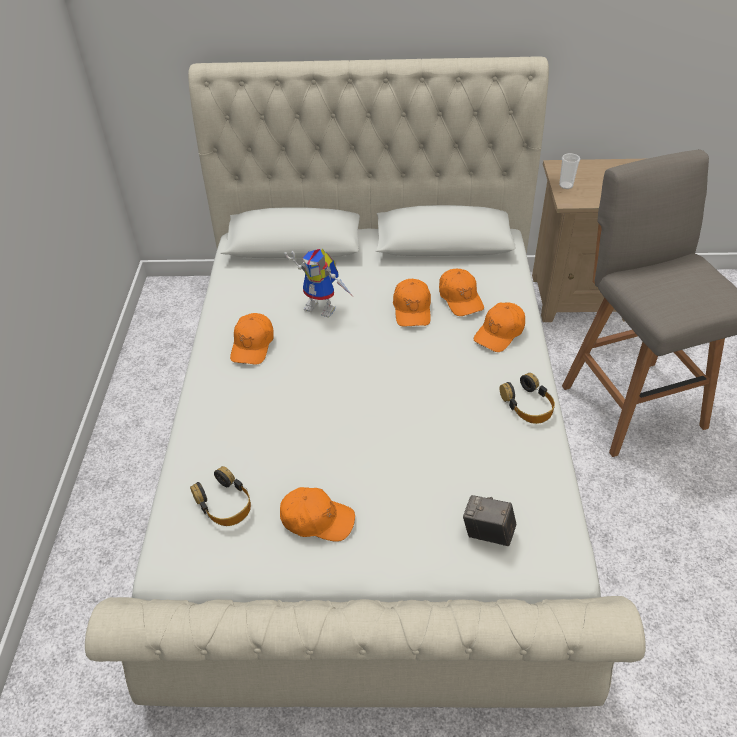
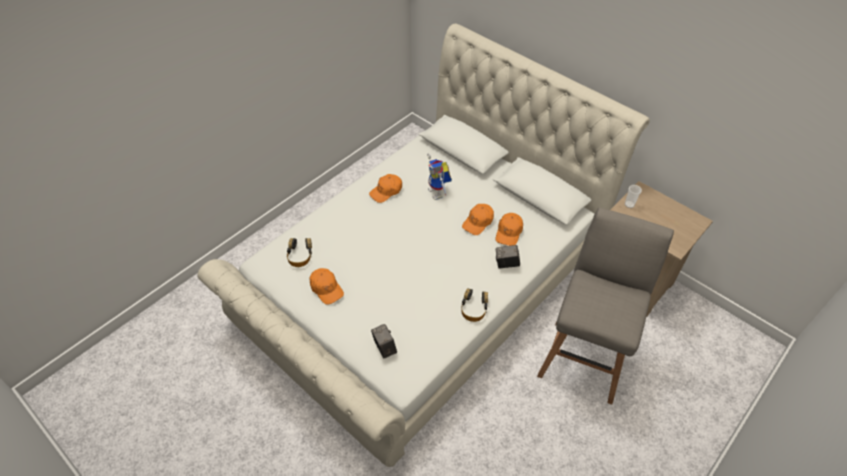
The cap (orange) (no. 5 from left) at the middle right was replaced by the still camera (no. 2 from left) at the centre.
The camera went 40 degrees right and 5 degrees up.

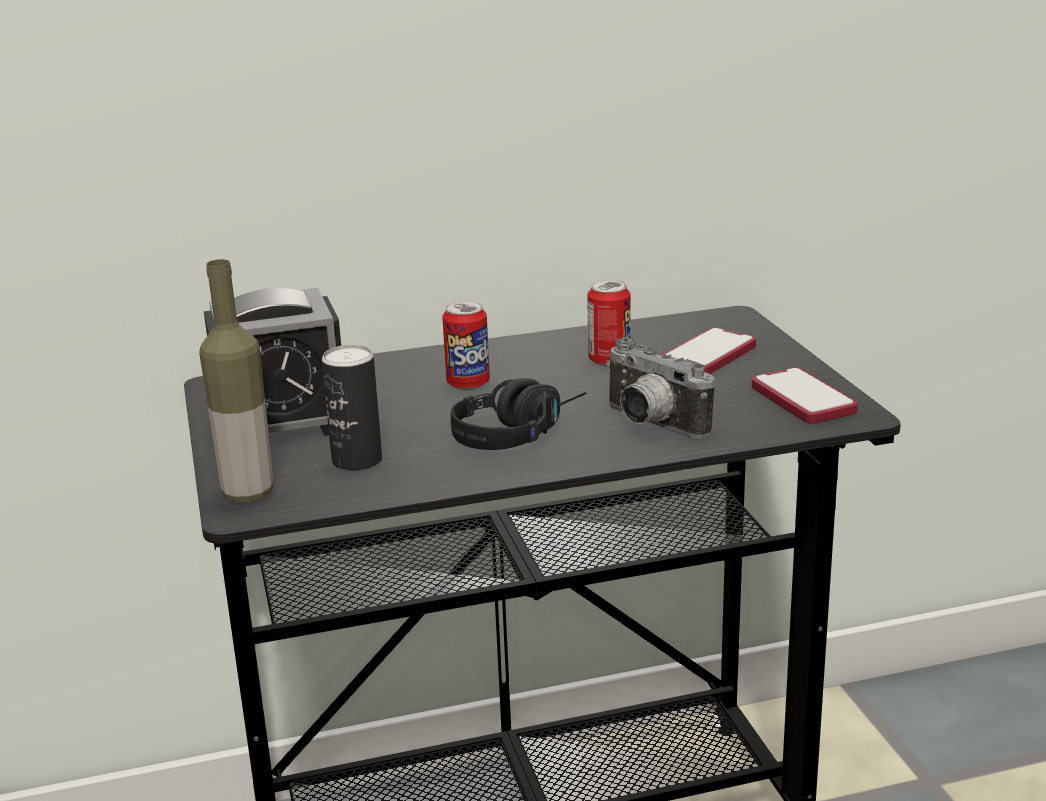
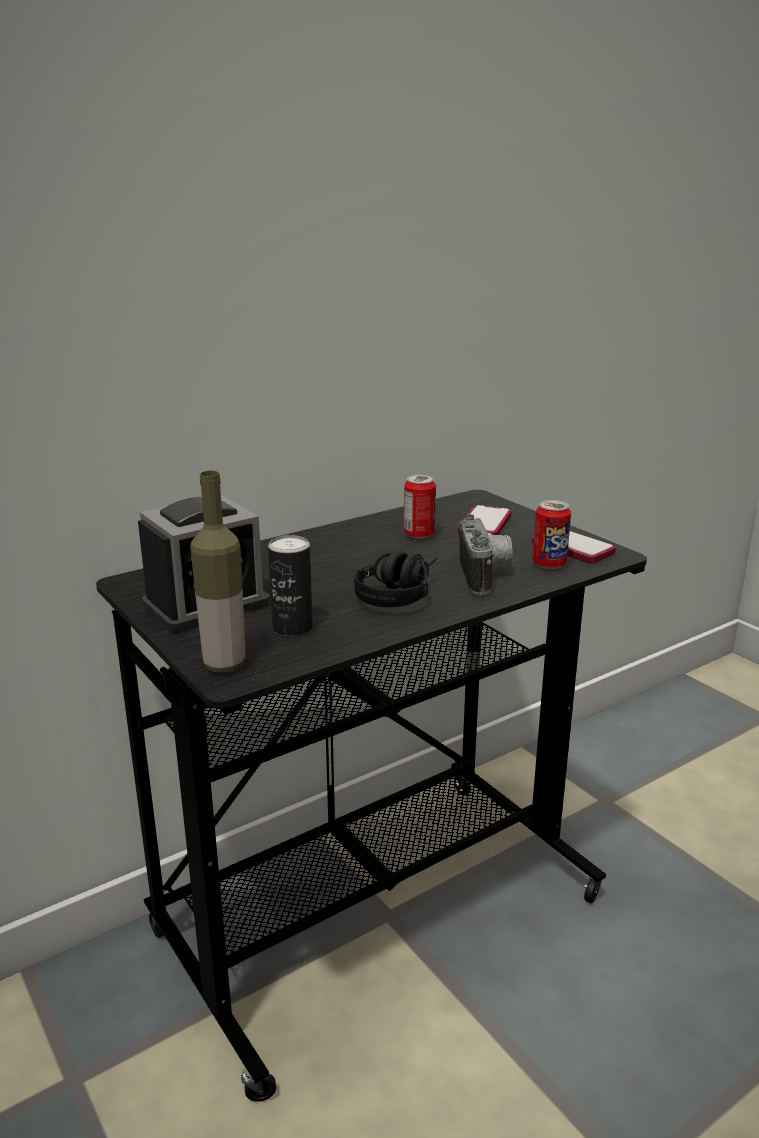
The sealed can (no. 2 from left in the first image) moved from the centre to the middle right.
The still camera at the centre turned 120 degrees counterclockwise.
The camera went 20 degrees left and 0 degrees up.

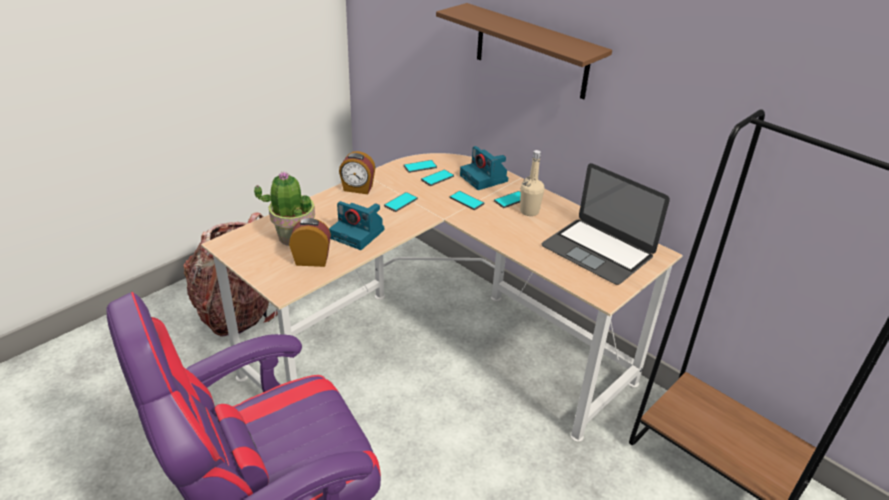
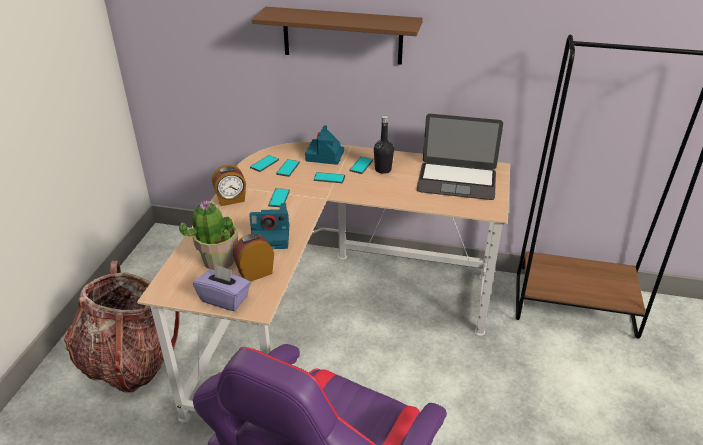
The still camera (no. 2 from left) at the centre turned 75 degrees clockwise.
The beverage bottle (beige) at the centre became the beverage bottle (black) at the top centre.
The tissue holder (purplish) at the middle left appeared.
The camera went 30 degrees left and 0 degrees up.

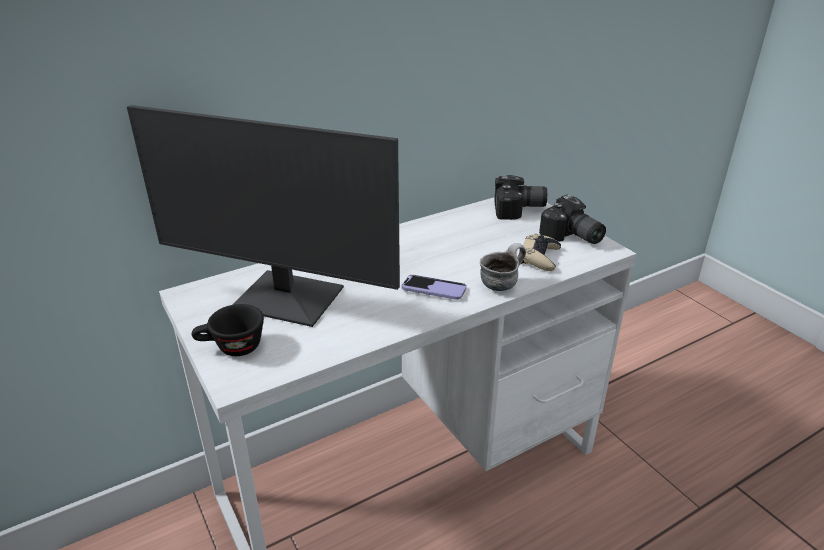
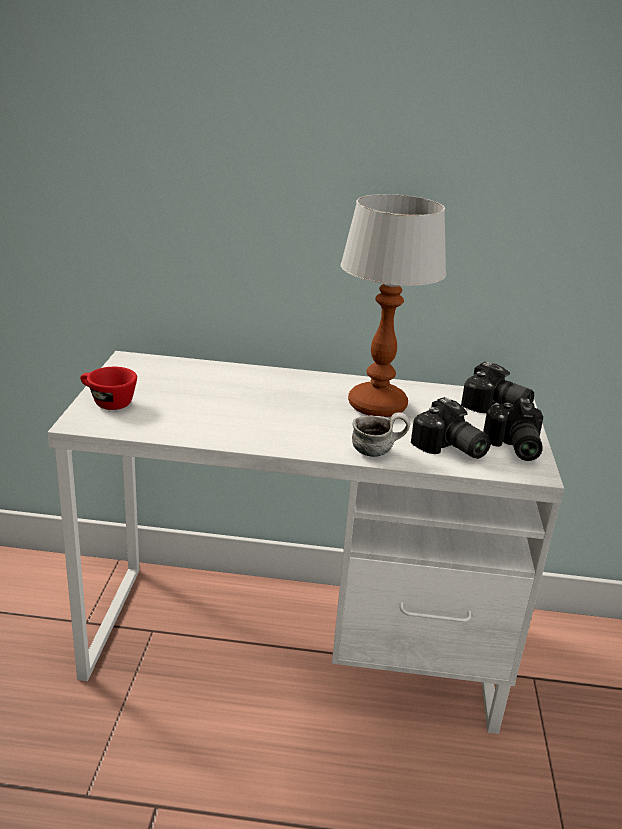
The monitor at the middle left disappeared.
The game controller (beige) at the centre was replaced by the still camera (no. 1 from left) at the middle right.
The phone at the centre disappeared.
The drinking cup (black) at the middle left became the drinking cup (red-coloured) at the middle left.
The lamp for a table at the centre appeared.
The camera went 35 degrees right and 5 degrees down.

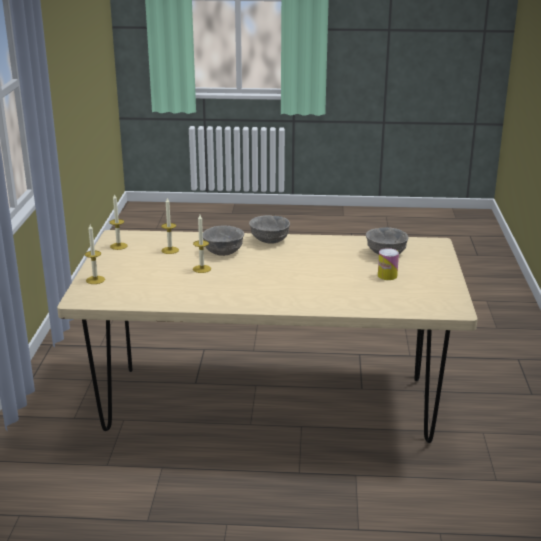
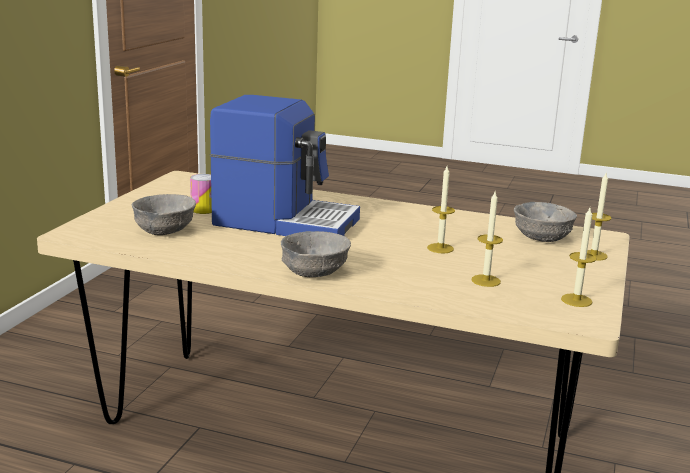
The serving bowl (grey) (no. 1 from left in the first image) moved from the centre to the middle right.
The coffee maker at the centre appeared.
The camera went 165 degrees left and 5 degrees down.

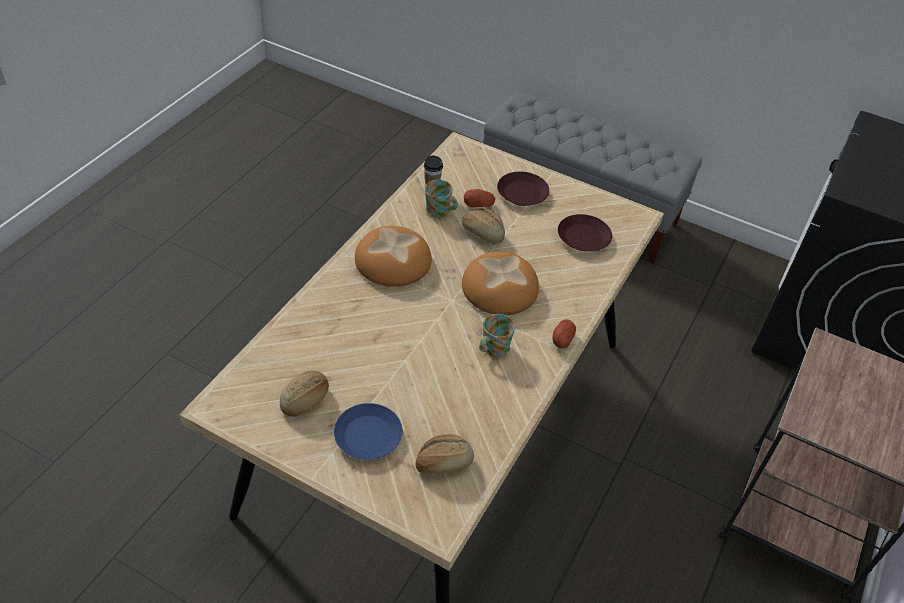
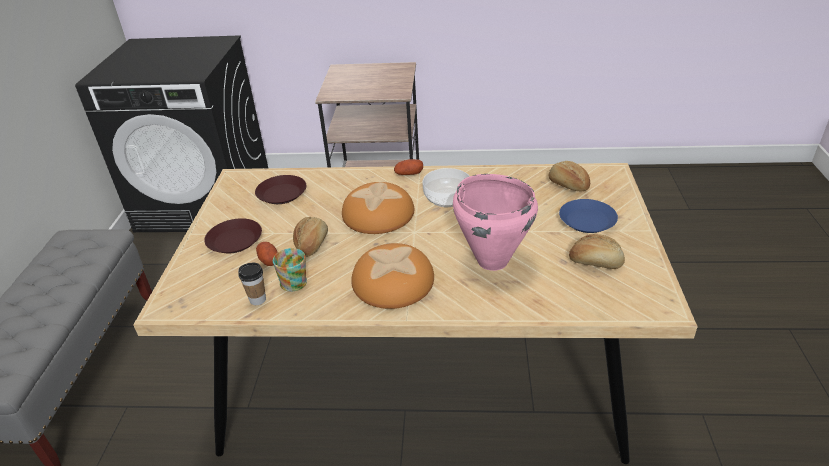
The coffee mug (no. 2 from left) at the centre was replaced by the serving bowl at the centre.
The cooking pot (pink-coloured) at the centre appeared.
The camera went 110 degrees left and 10 degrees down.

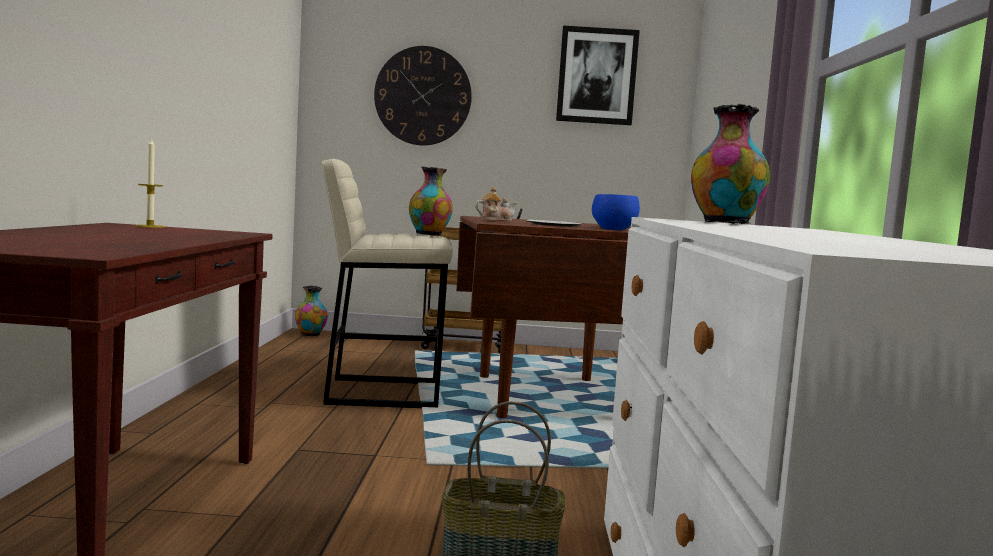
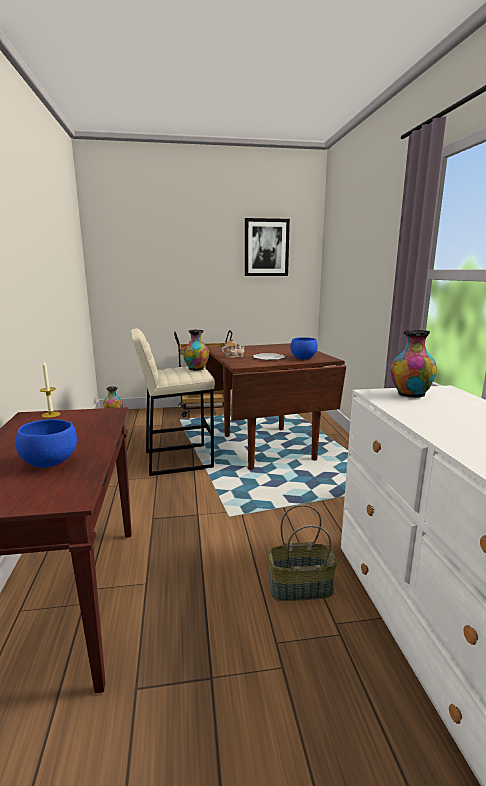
The clock on the wall at the top centre disappeared.
The serving bowl (blue) (no. 1 from left) at the middle left appeared.
The camera went 10 degrees left and 10 degrees up.

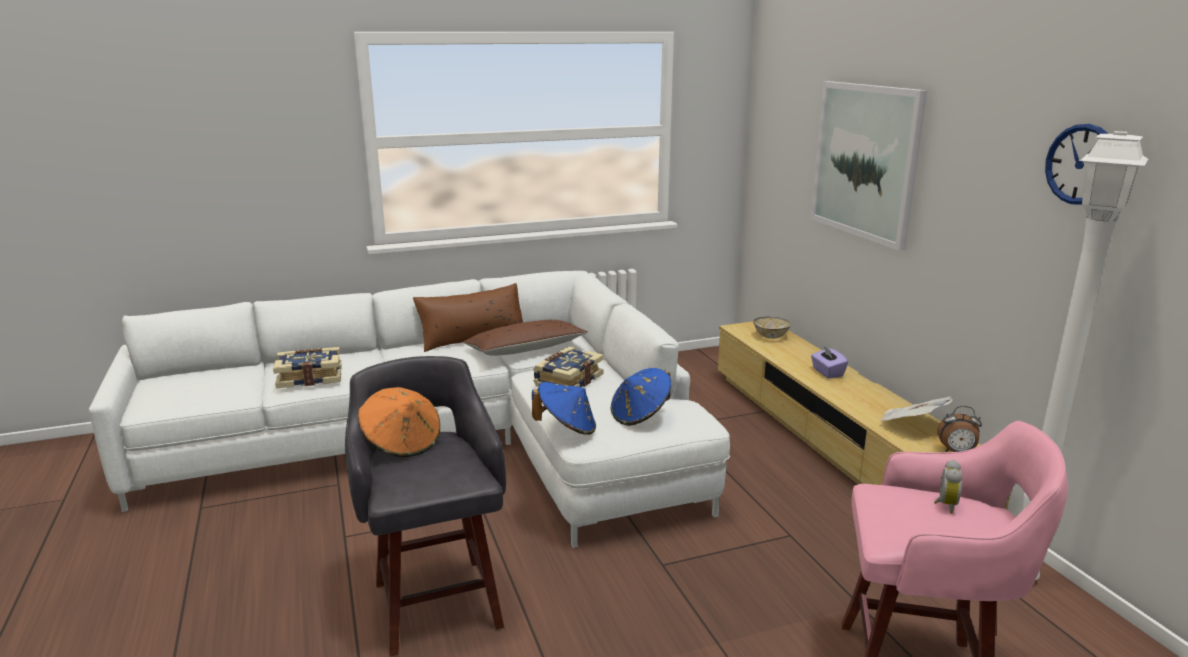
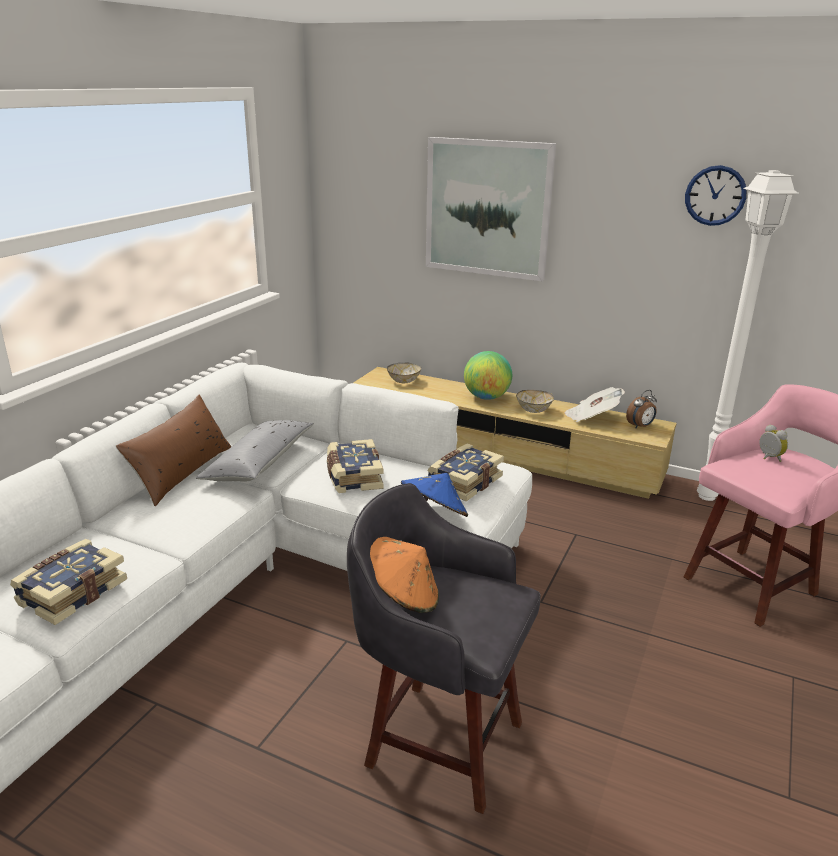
The throw pillow (brown) (no. 2 from left) at the centre became the throw pillow (grey) at the middle left.
The tissue holder (purplish) at the middle right was replaced by the desk globe at the centre.
The clothing hat (blue) (no. 2 from left) at the centre was replaced by the book (no. 3 from left) at the centre.
The serving bowl (no. 2 from left) at the centre appeared.
The camera went 45 degrees left and 5 degrees up.

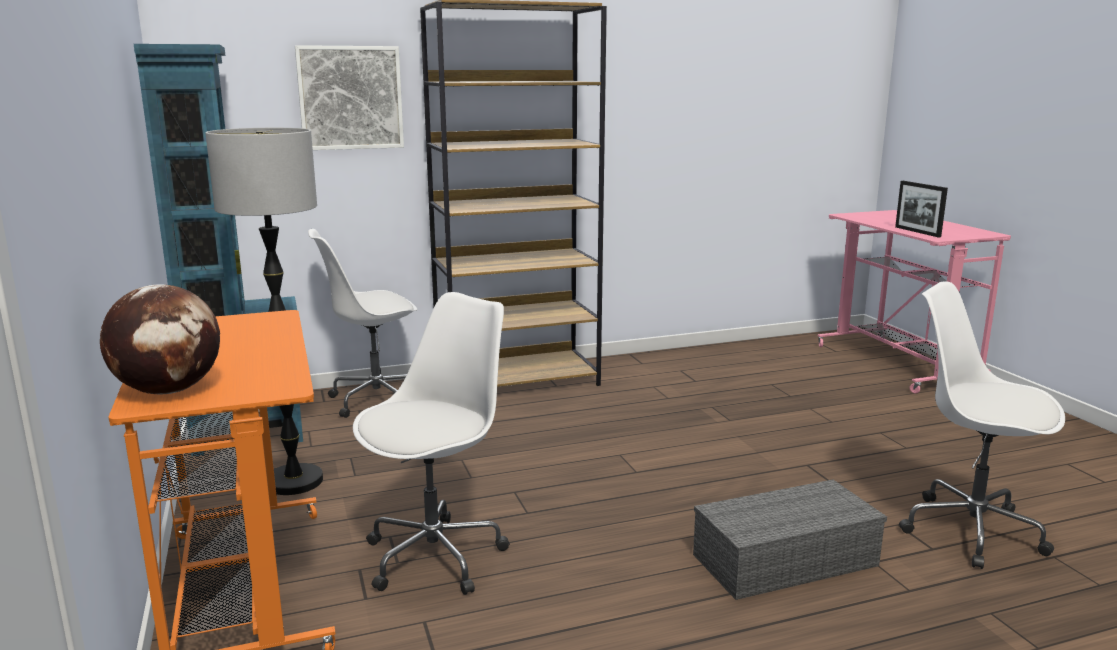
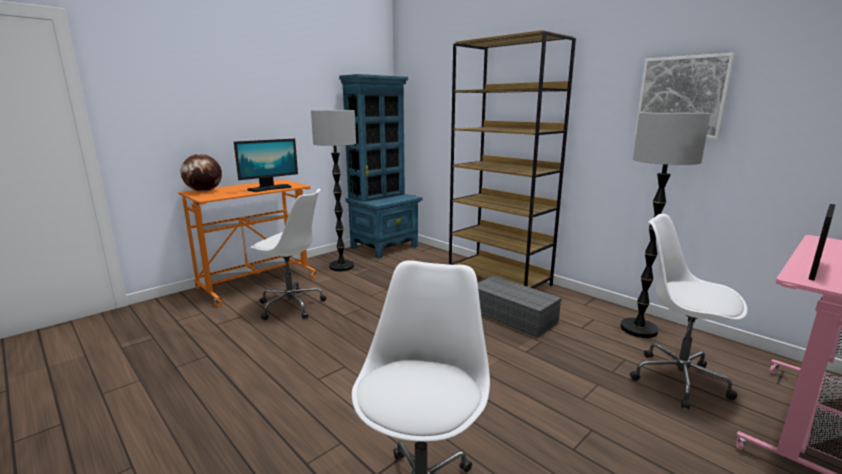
The wall art moved from the top left to the top right.
The office chair (whitish) (no. 1 from left in the first image) moved from the middle left to the middle right.
The storage container (grey) moved from the bottom right to the centre.
The standing lamp (no. 2 from left) at the middle right appeared.
The monitor at the middle left appeared.
The camera went 65 degrees right and 0 degrees up.

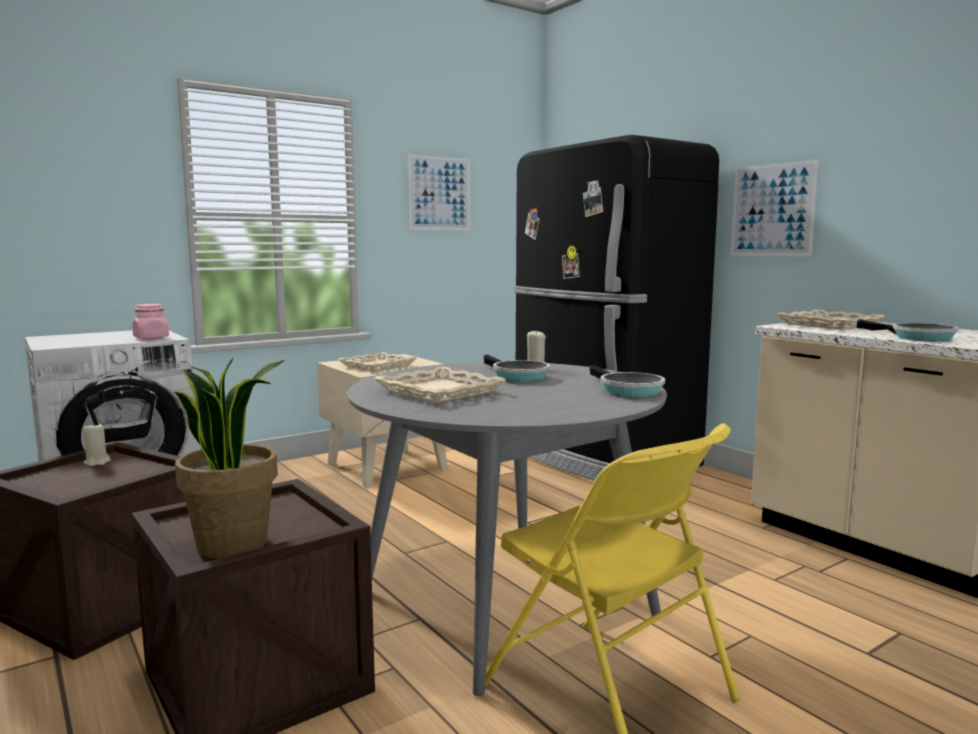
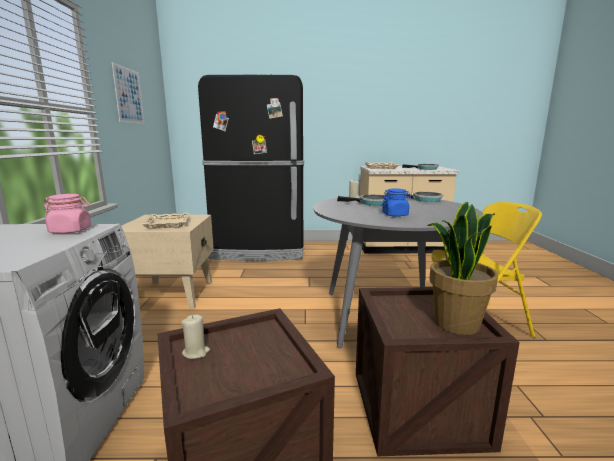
The wall art (no. 2 from left) at the top right disappeared.
The serving tray (beige) (no. 2 from left) at the centre was replaced by the jar (blue) at the centre.
The camera went 55 degrees left and 5 degrees up.

